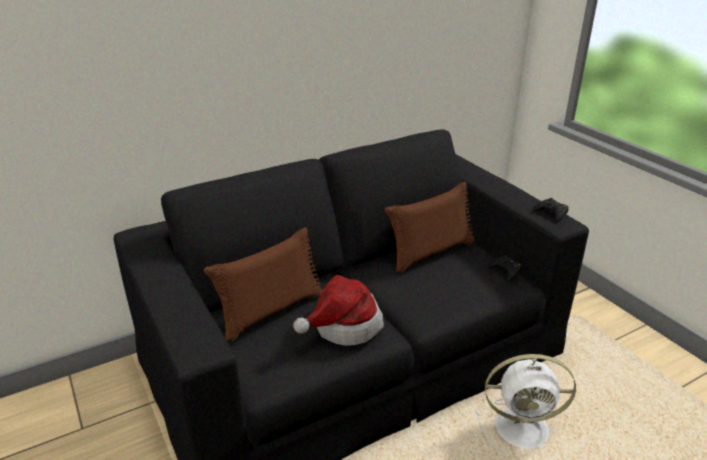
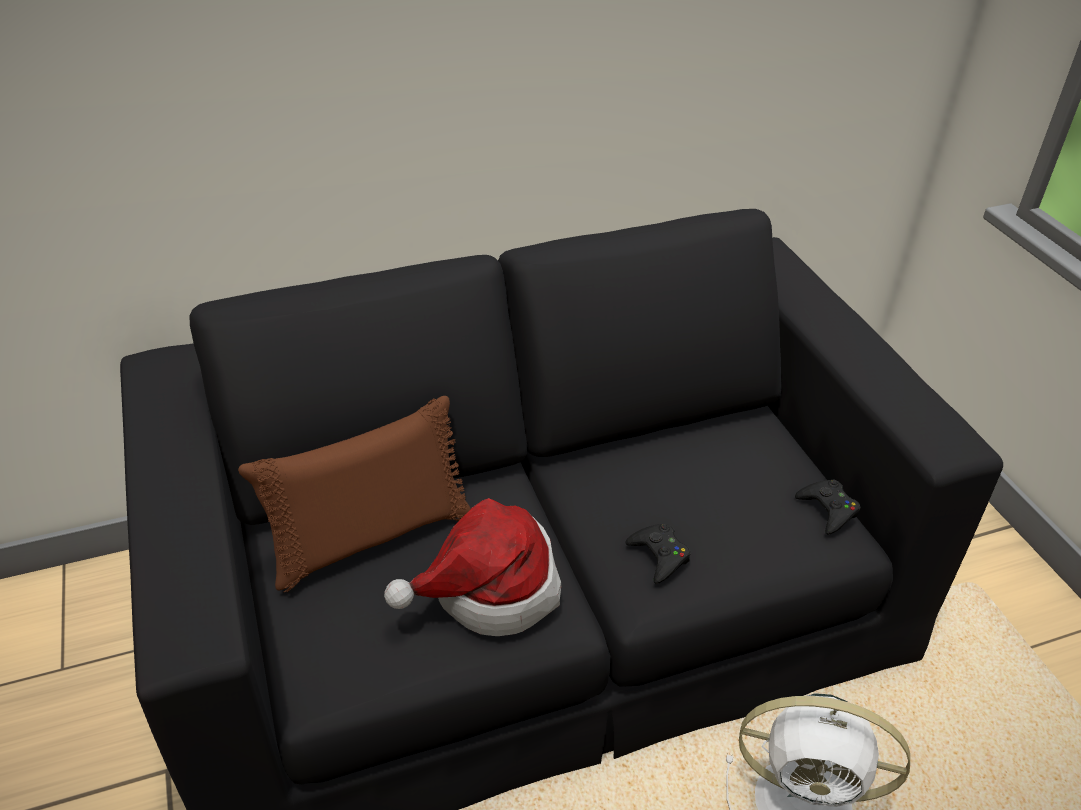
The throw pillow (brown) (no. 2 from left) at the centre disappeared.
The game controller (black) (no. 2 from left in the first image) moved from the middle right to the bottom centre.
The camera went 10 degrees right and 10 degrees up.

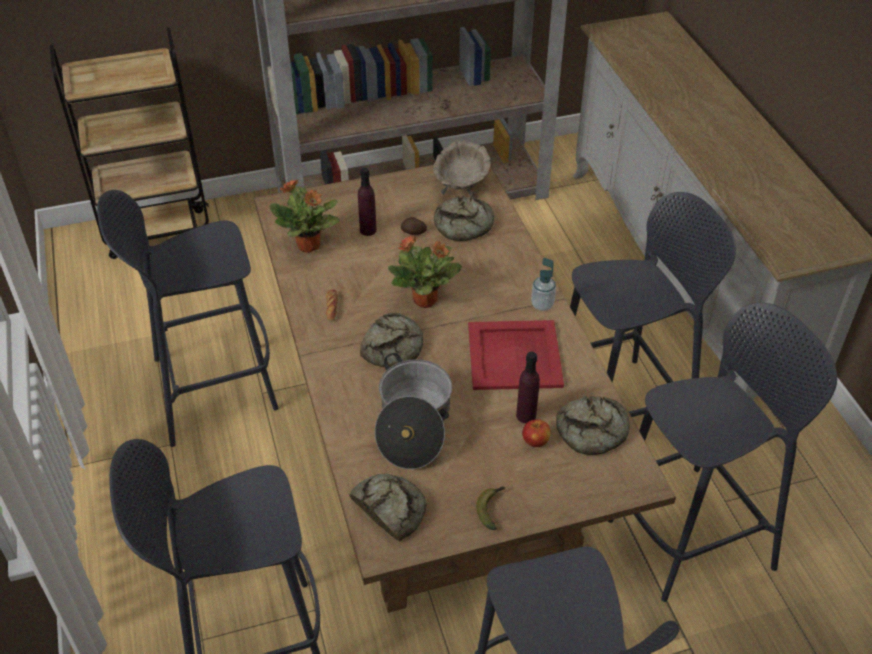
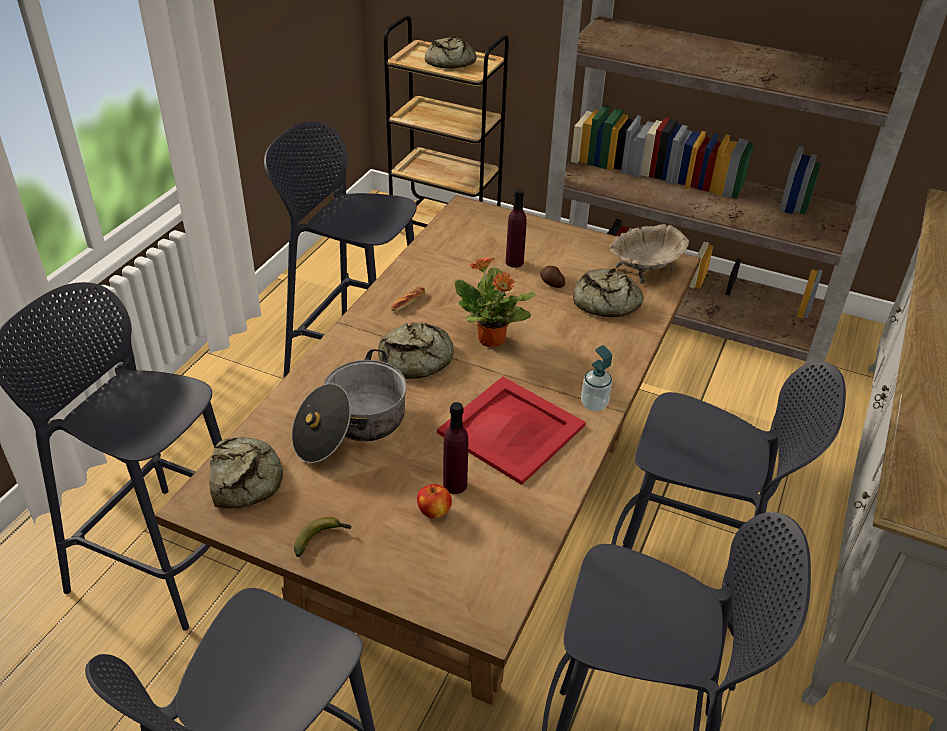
The potted plant (no. 1 from left) at the top centre disappeared.
The bakery bread (no. 5 from left in the first image) moved from the middle right to the top centre.
The camera went 40 degrees right and 5 degrees down.

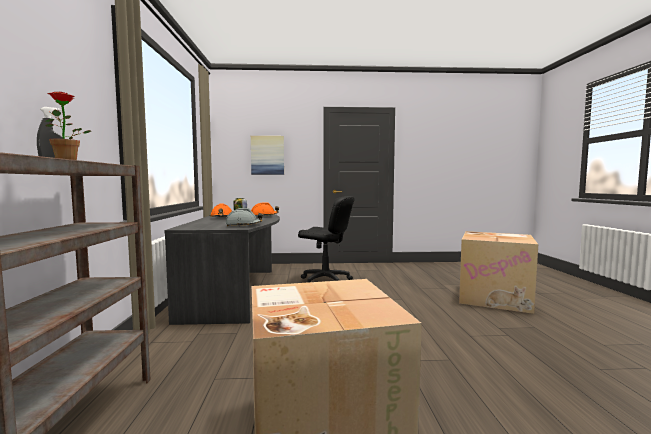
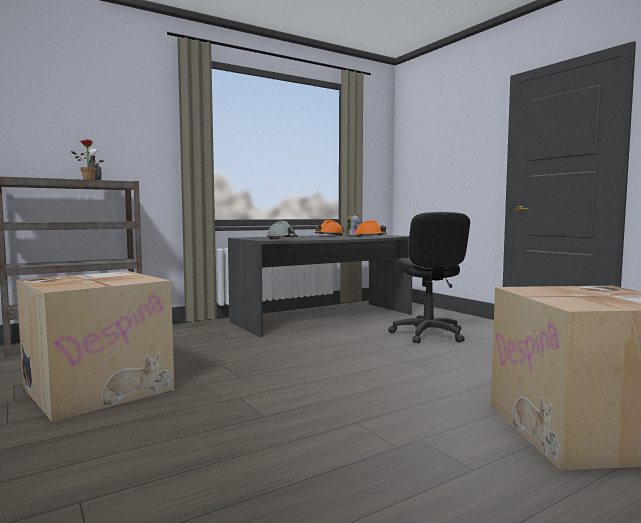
The wall art at the centre disappeared.
The camera went 60 degrees right and 0 degrees up.

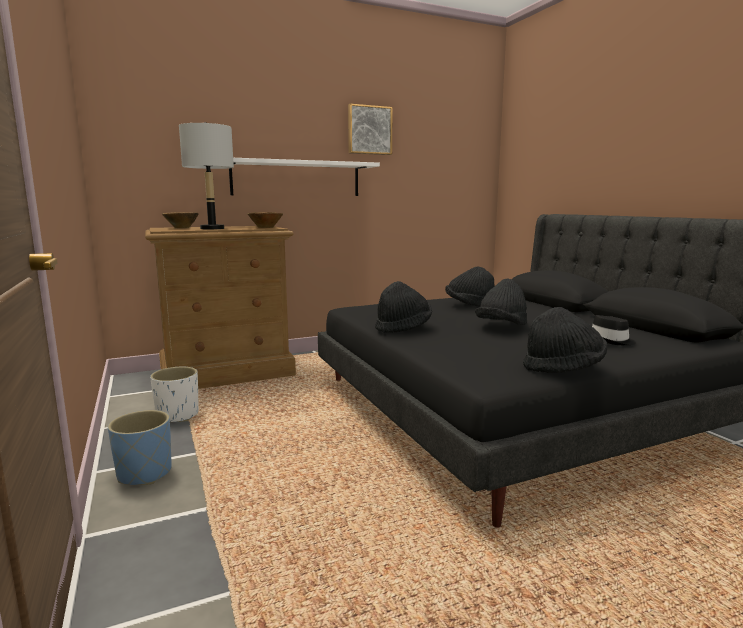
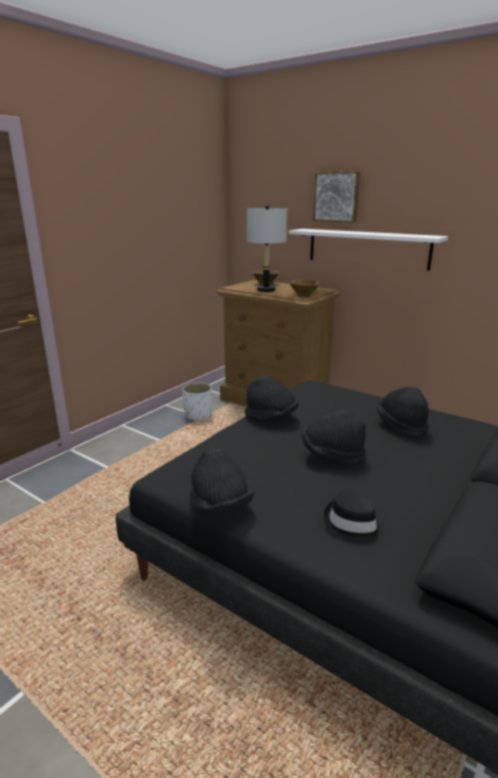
The wall art moved from the top centre to the top right.
The planter (blue) at the bottom left disappeared.
The camera went 60 degrees right and 10 degrees up.

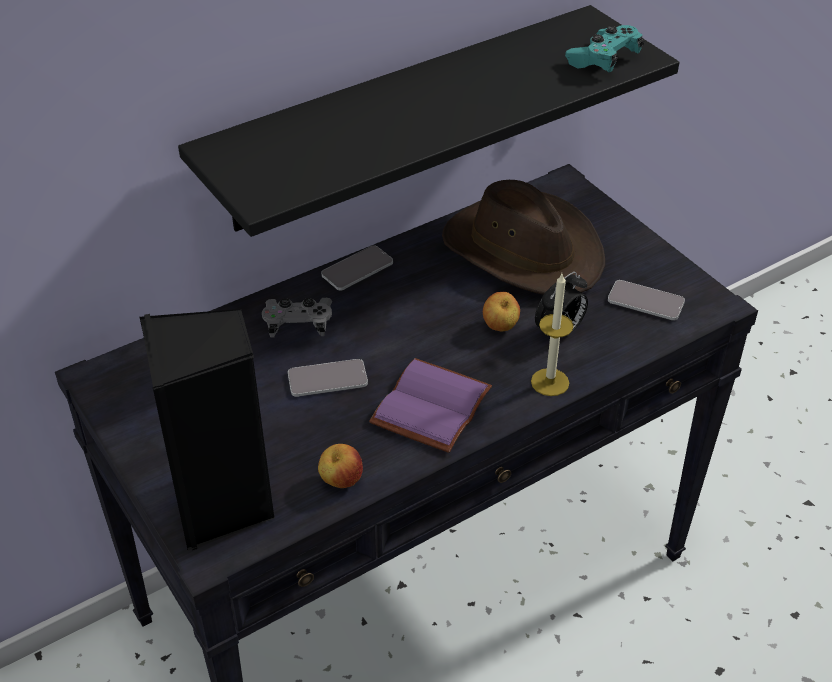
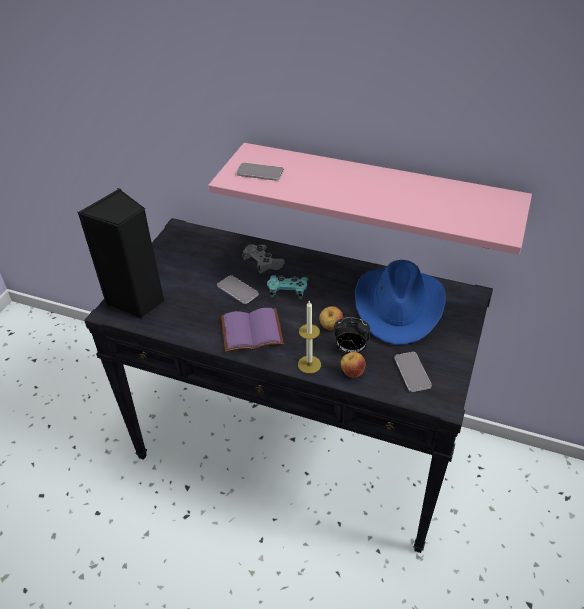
The wall shelf (black) at the top centre became the wall shelf (pink-coloured) at the top centre.
The game controller (turquoise-coloured) moved from the top right to the centre.
The clothing hat (brown) at the centre became the clothing hat (blue) at the middle right.
The phone (no. 2 from left) moved from the centre to the top centre.
The apple fruit (no. 1 from left in the first image) moved from the bottom centre to the centre.
The camera went 55 degrees right and 0 degrees up.

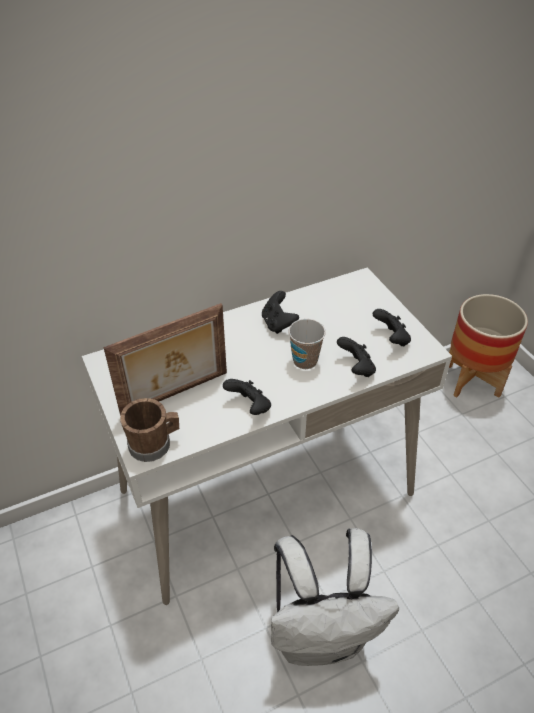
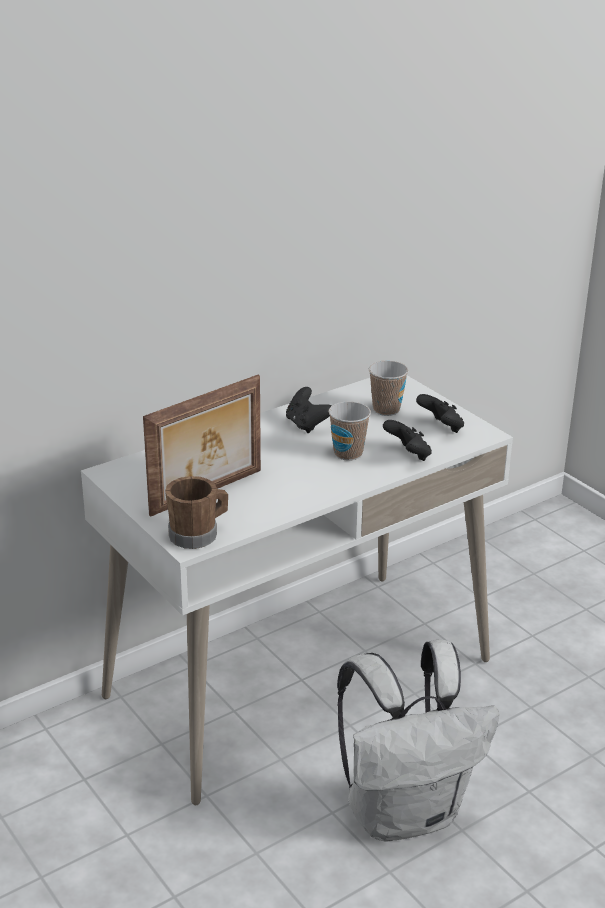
The planter at the middle right disappeared.
The game controller (black) (no. 1 from left) at the centre disappeared.
The drinking cup (no. 2 from left) at the centre appeared.
The camera went 10 degrees left and 15 degrees down.

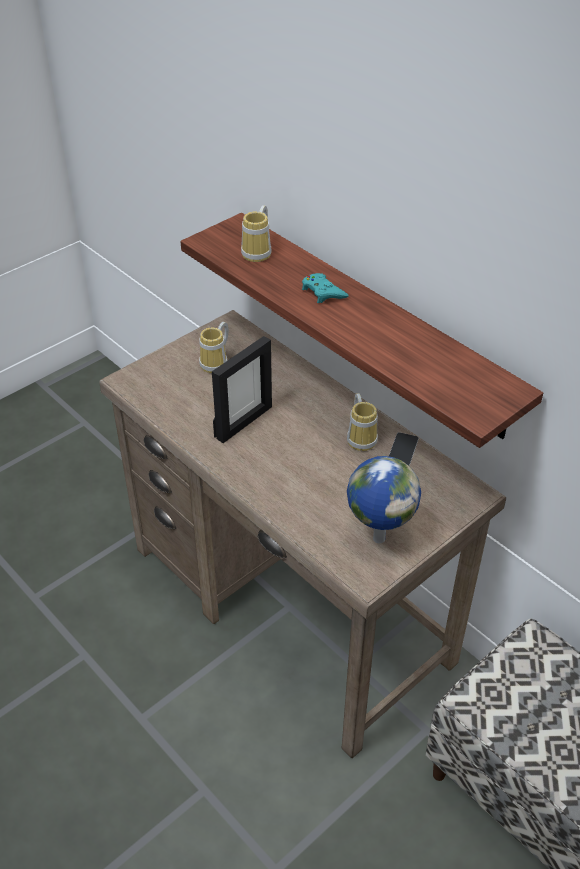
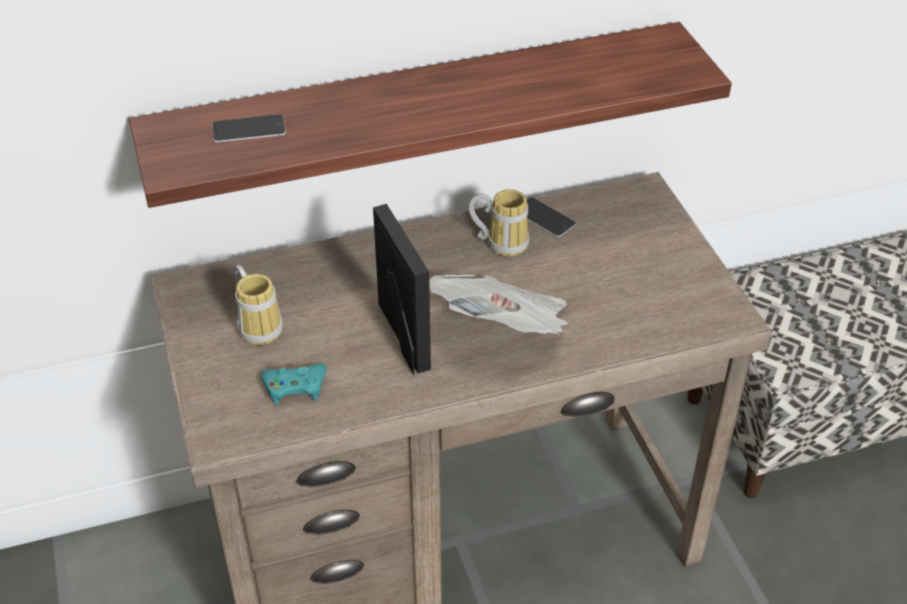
The coffee mug (no. 2 from left) at the top centre was replaced by the phone (no. 1 from left) at the top left.
The game controller (turquoise-coloured) moved from the top centre to the middle left.
The desk globe at the centre disappeared.
The newspaper at the centre appeared.
The camera went 65 degrees left and 0 degrees up.

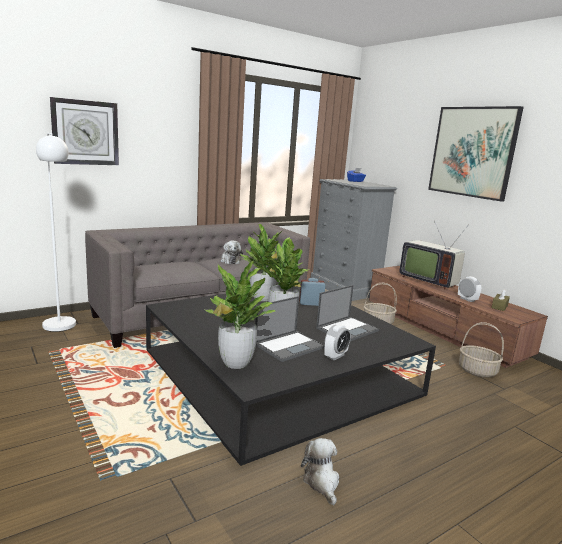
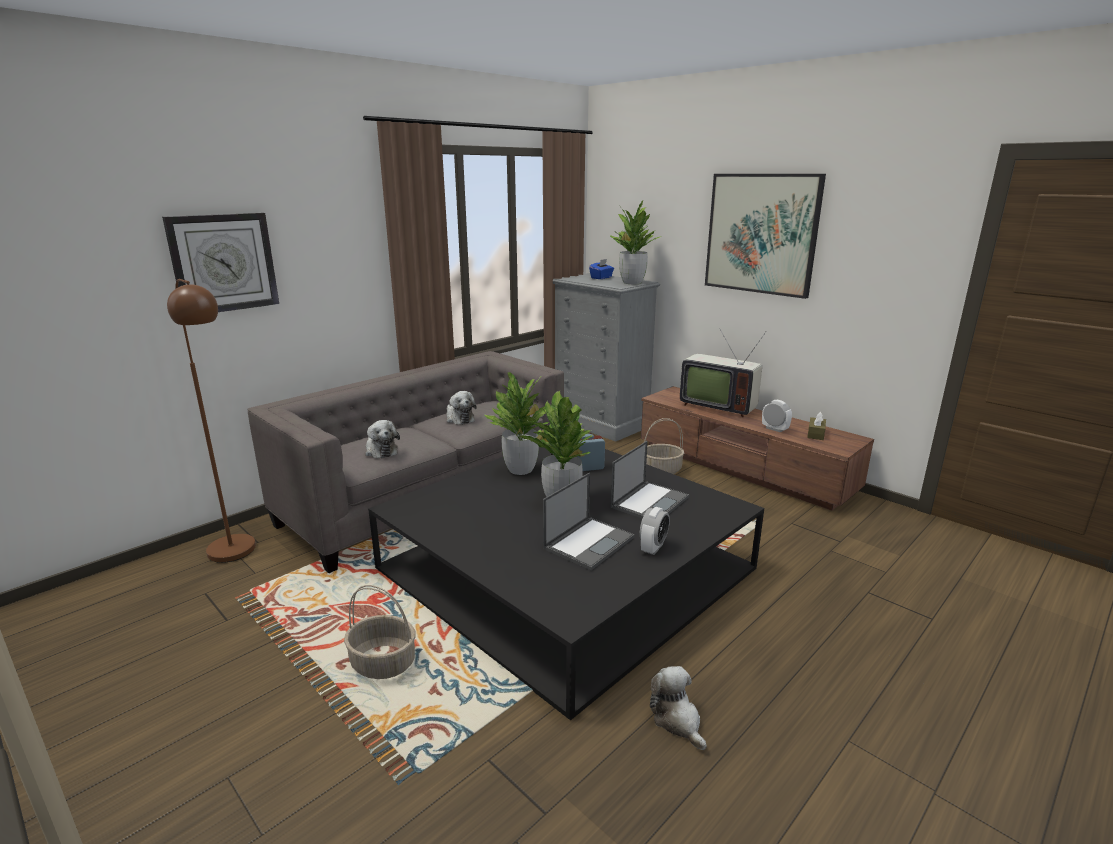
The standing lamp (whitish) at the middle left became the standing lamp (brown) at the middle left.
The potted plant (no. 1 from left in the first image) moved from the centre to the top centre.
The basket (no. 2 from left in the first image) moved from the middle right to the bottom centre.
The cuddly toy (no. 1 from left) at the centre appeared.
The camera went 10 degrees left and 5 degrees up.

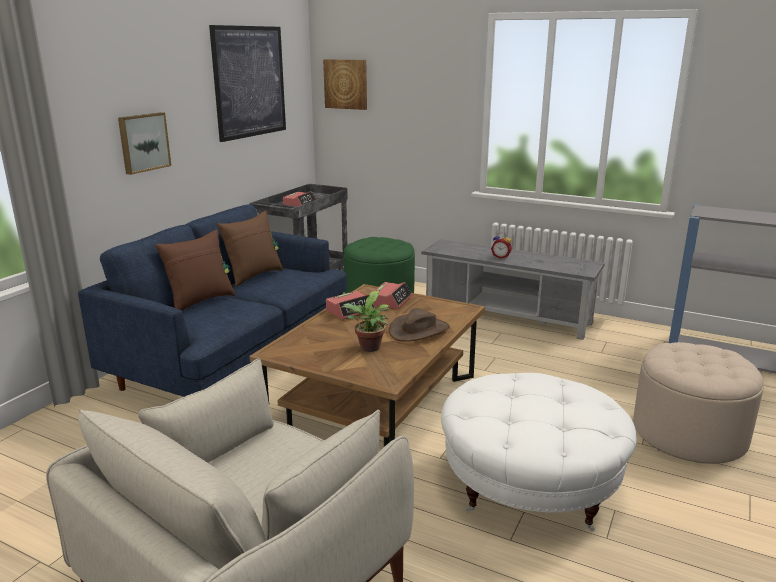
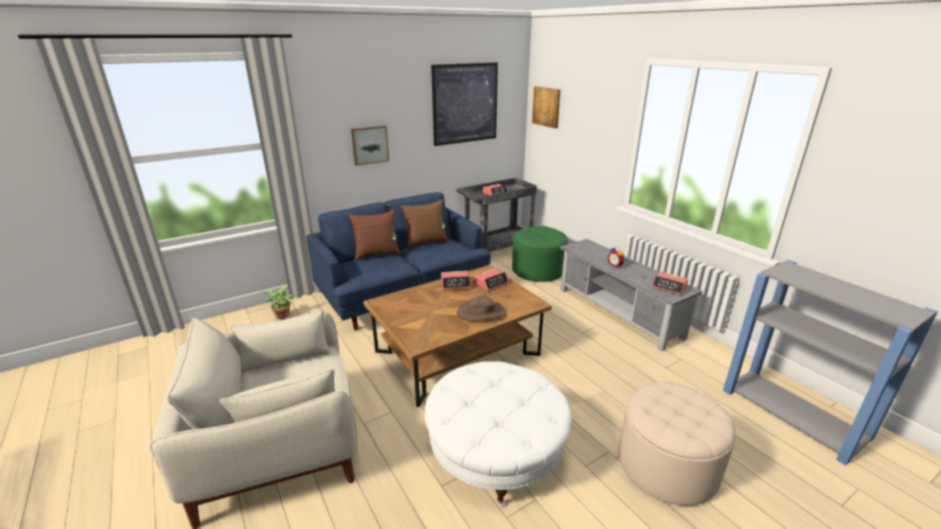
The potted plant moved from the centre to the middle left.
The alarm clock (no. 5 from left) at the middle right appeared.
The camera went 30 degrees right and 5 degrees up.

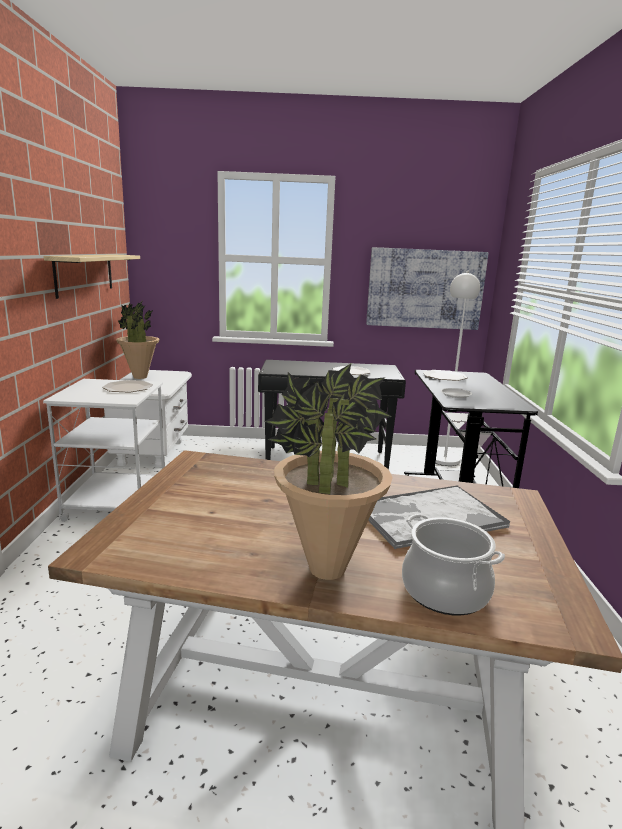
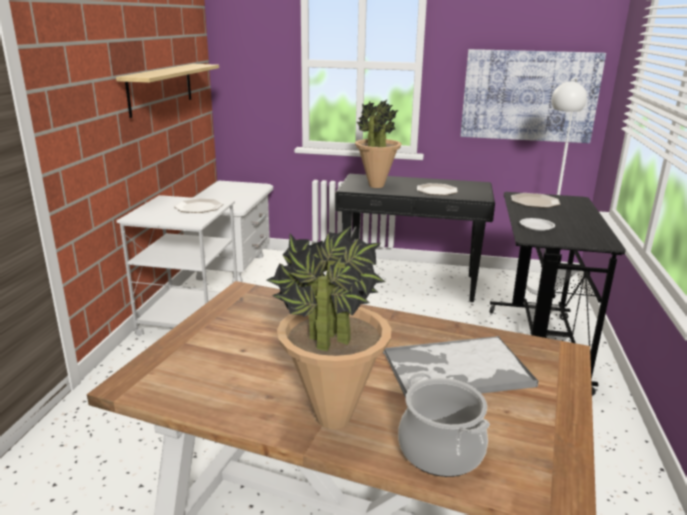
The potted plant (no. 1 from left in the first image) moved from the middle left to the top centre.
The camera went 10 degrees right and 5 degrees up.

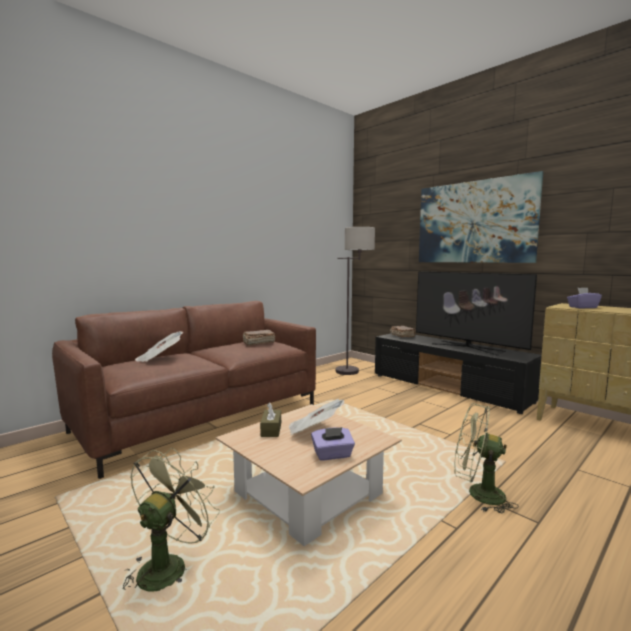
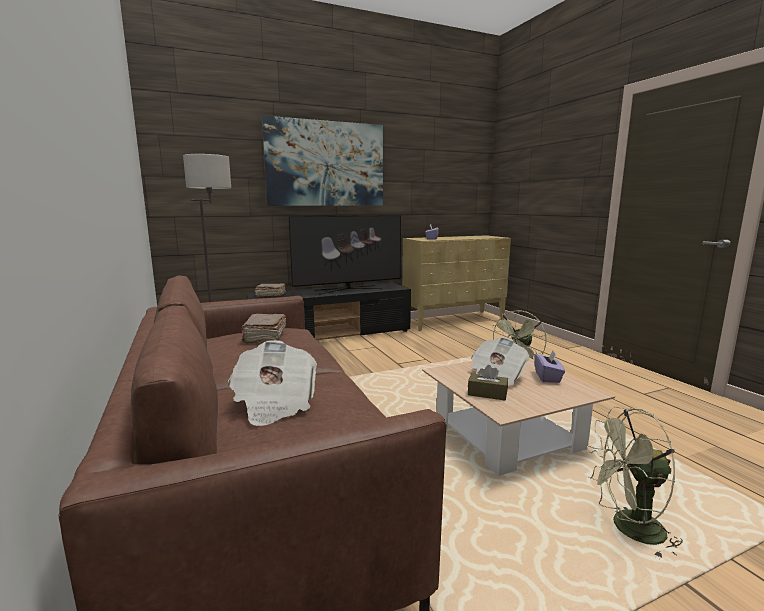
The cooling fan (green) (no. 1 from left in the first image) at the bottom left turned 45 degrees counterclockwise.
The camera went 70 degrees left and 5 degrees up.

